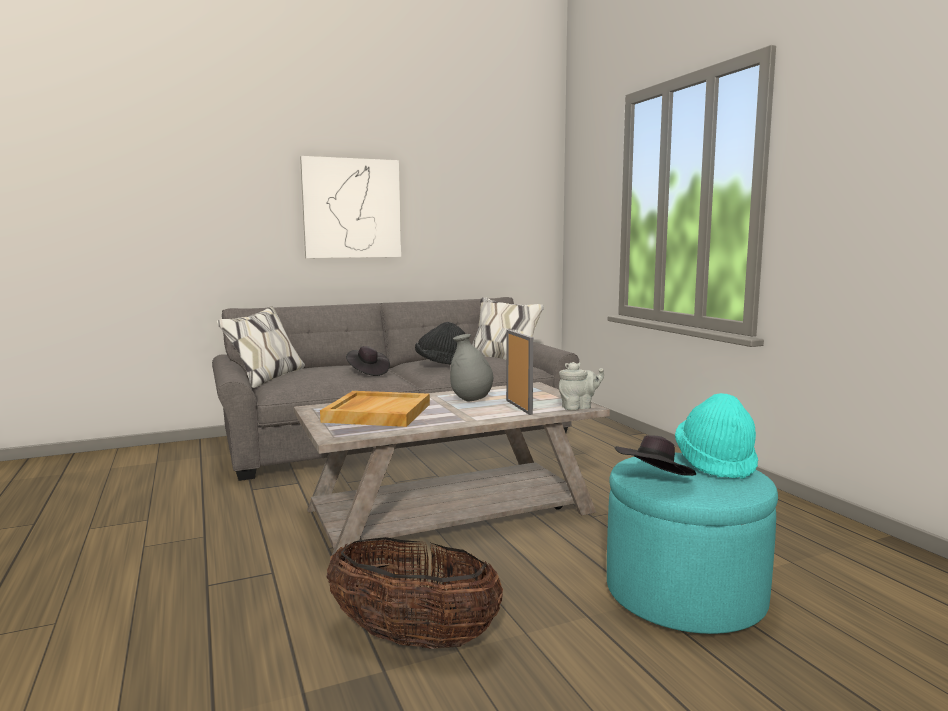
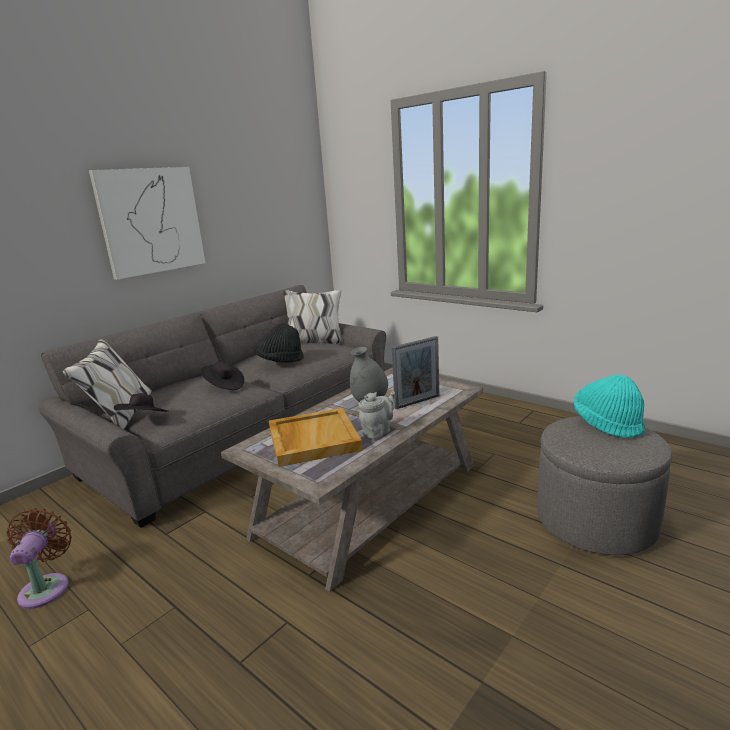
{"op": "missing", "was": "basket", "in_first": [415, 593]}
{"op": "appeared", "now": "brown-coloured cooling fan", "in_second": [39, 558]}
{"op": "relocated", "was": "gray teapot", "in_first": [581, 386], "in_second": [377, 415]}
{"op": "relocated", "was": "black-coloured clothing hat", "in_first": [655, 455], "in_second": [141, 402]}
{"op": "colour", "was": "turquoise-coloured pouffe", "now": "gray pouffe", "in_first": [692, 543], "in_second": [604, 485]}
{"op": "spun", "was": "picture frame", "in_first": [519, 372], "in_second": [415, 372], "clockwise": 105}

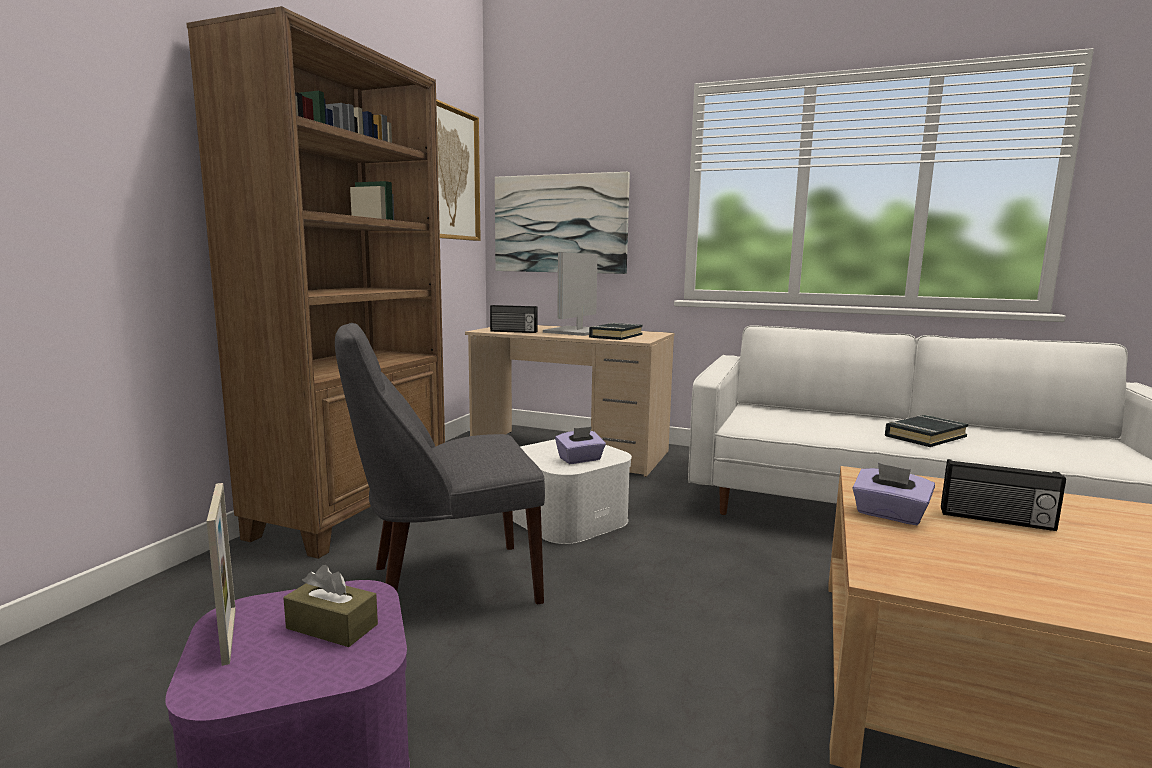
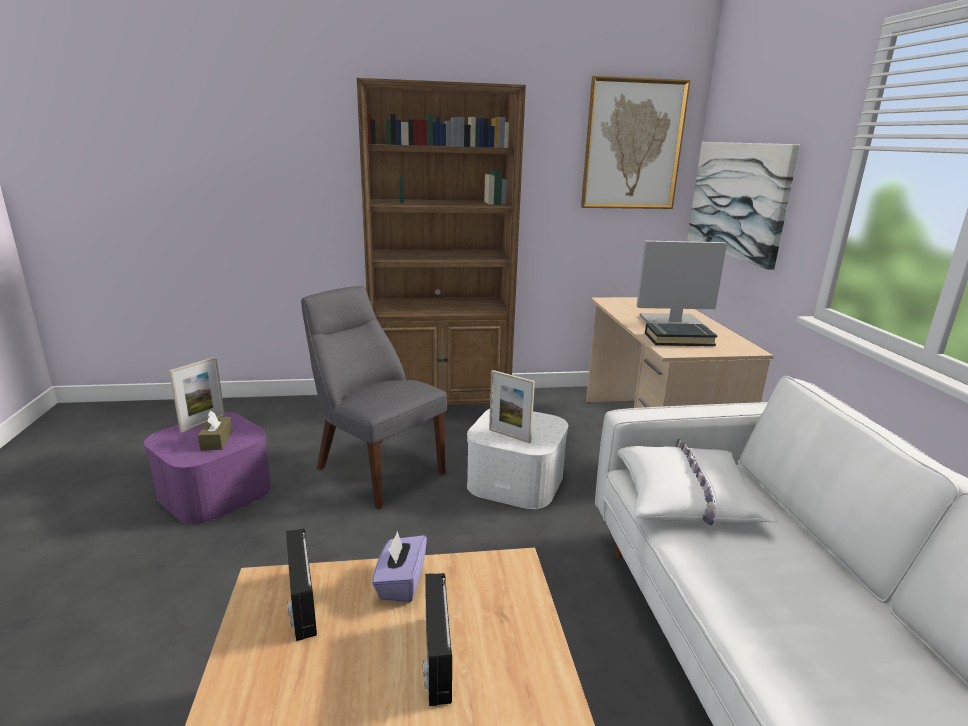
{"op": "missing", "was": "black-coloured volume", "in_first": [927, 431]}
{"op": "appeared", "now": "white-coloured throw pillow", "in_second": [697, 482]}
{"op": "relocated", "was": "radio set", "in_first": [514, 319], "in_second": [301, 584]}
{"op": "exchanged", "was": "purple tissue box", "now": "picture frame", "in_first": [580, 445], "in_second": [512, 406]}

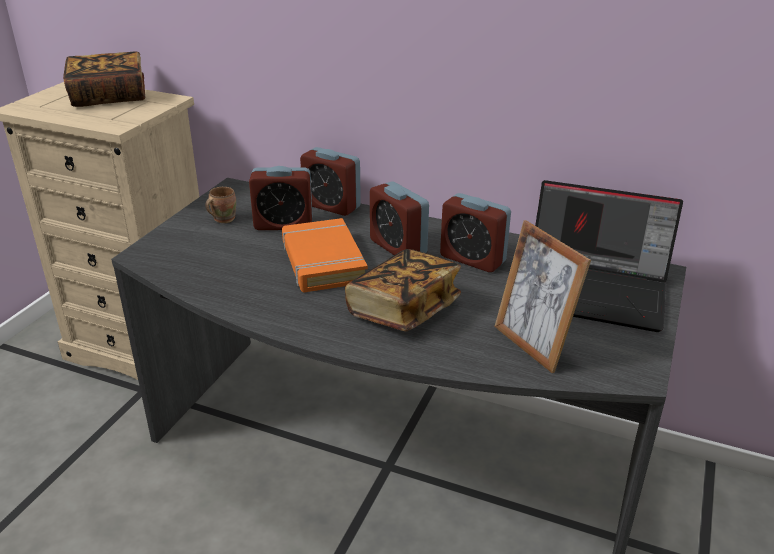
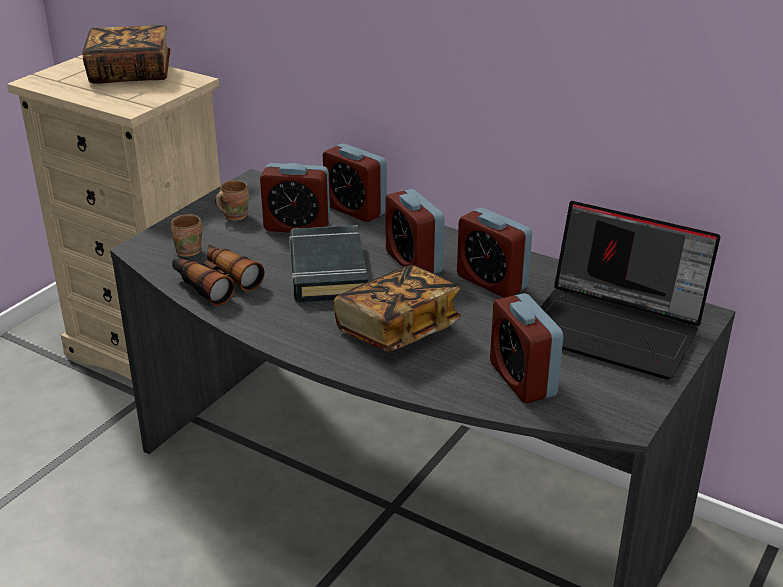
{"op": "appeared", "now": "brown-coloured mug", "in_second": [187, 235]}
{"op": "appeared", "now": "binoculars", "in_second": [218, 275]}
{"op": "exchanged", "was": "picture frame", "now": "table clock", "in_first": [542, 296], "in_second": [527, 348]}
{"op": "colour", "was": "orangey volume", "now": "black-coloured volume", "in_first": [325, 255], "in_second": [328, 263]}

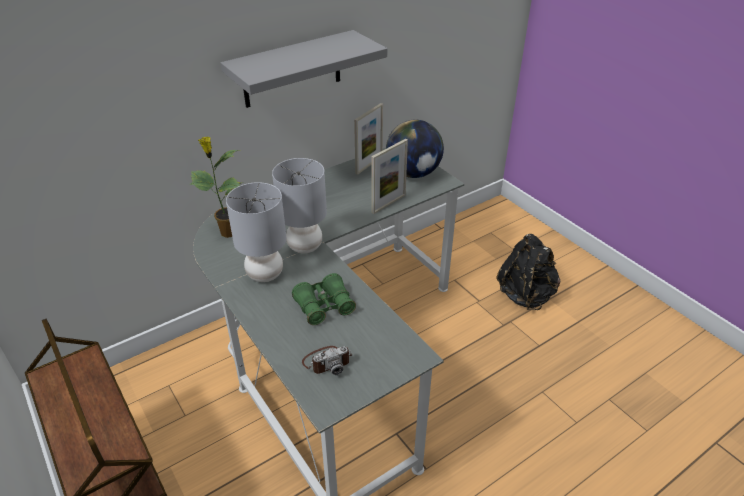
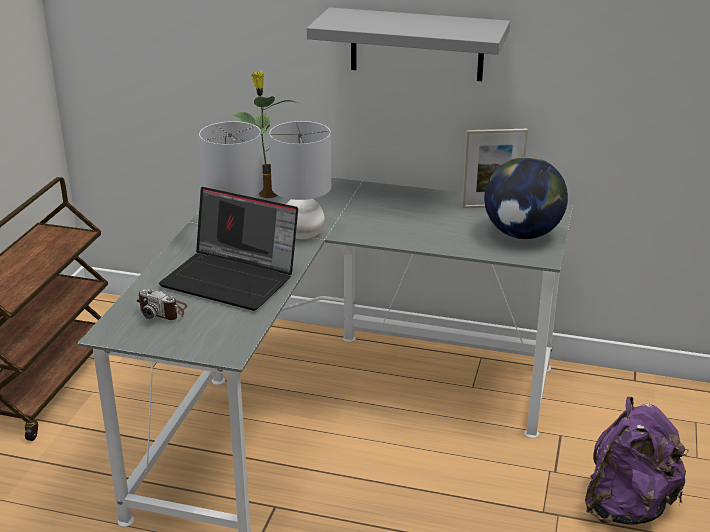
{"op": "missing", "was": "picture frame", "in_first": [390, 176]}
{"op": "exchanged", "was": "green binoculars", "now": "portable computer", "in_first": [324, 299], "in_second": [228, 249]}
{"op": "colour", "was": "black-coloured rucksack", "now": "purple rucksack", "in_first": [528, 272], "in_second": [637, 461]}

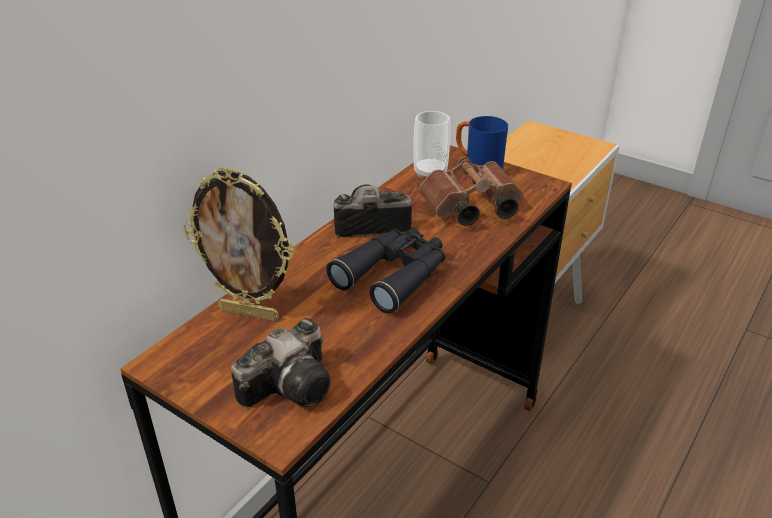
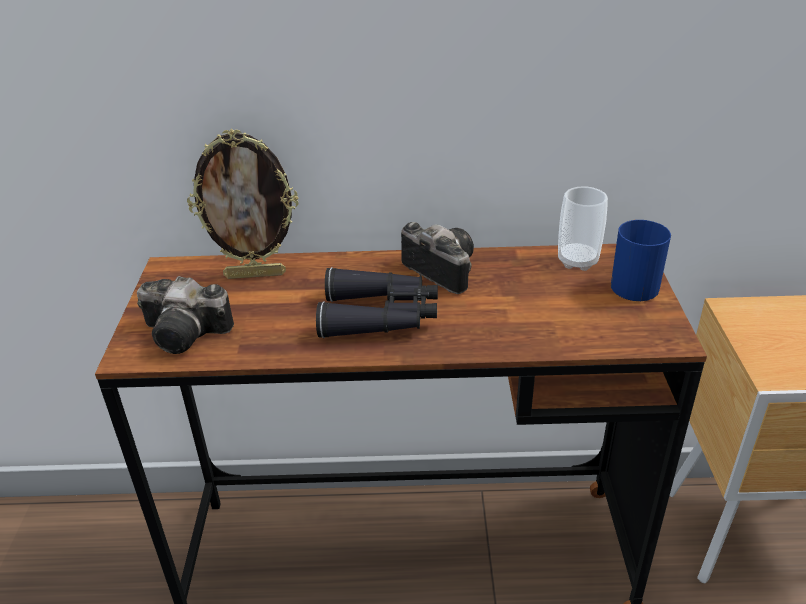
{"op": "missing", "was": "brown-coloured binoculars", "in_first": [471, 191]}
{"op": "spun", "was": "picture frame", "in_first": [238, 244], "in_second": [242, 204], "clockwise": -75}

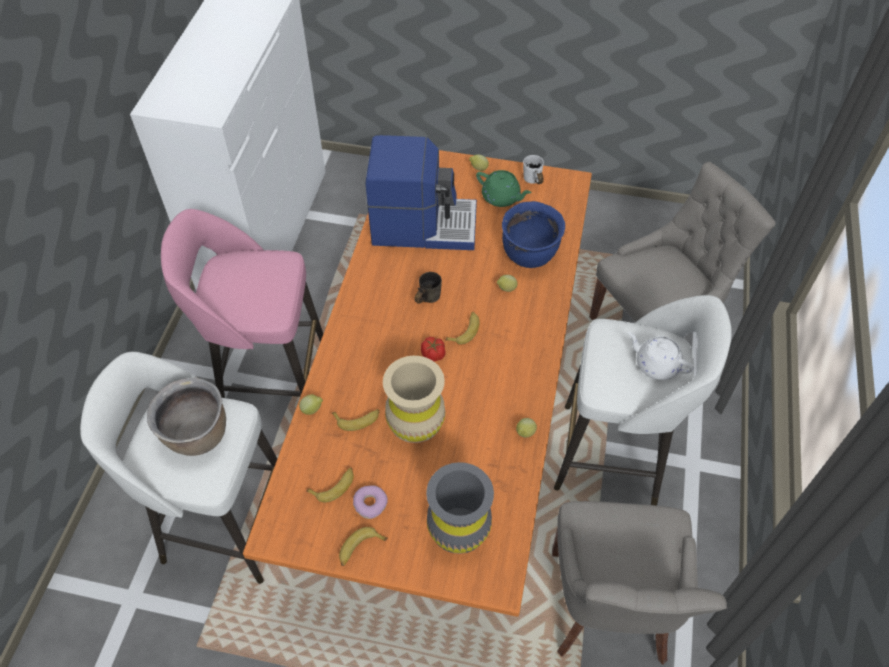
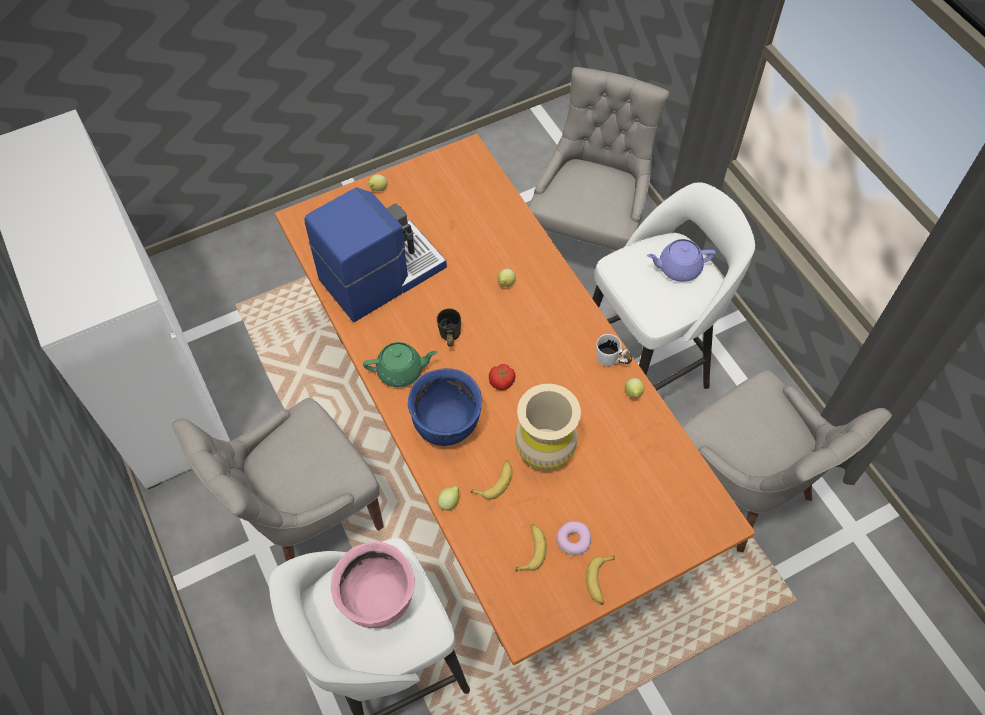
{"op": "missing", "was": "gray vase", "in_first": [460, 508]}
{"op": "missing", "was": "banana fruit", "in_first": [462, 328]}
{"op": "relocated", "was": "green teapot", "in_first": [504, 188], "in_second": [400, 364]}
{"op": "relocated", "was": "bluish saucepot", "in_first": [533, 234], "in_second": [445, 407]}
{"op": "relocated", "was": "white-coloured mug", "in_first": [533, 169], "in_second": [614, 350]}
{"op": "exchanged", "was": "pink-coloured sitting stool", "now": "gray upright chair", "in_first": [242, 303], "in_second": [278, 479]}
{"op": "colour", "was": "brown-coloured saucepot", "now": "pink-coloured saucepot", "in_first": [186, 417], "in_second": [373, 585]}
{"op": "colour", "was": "white-coloured teapot", "now": "purple teapot", "in_first": [660, 356], "in_second": [681, 260]}

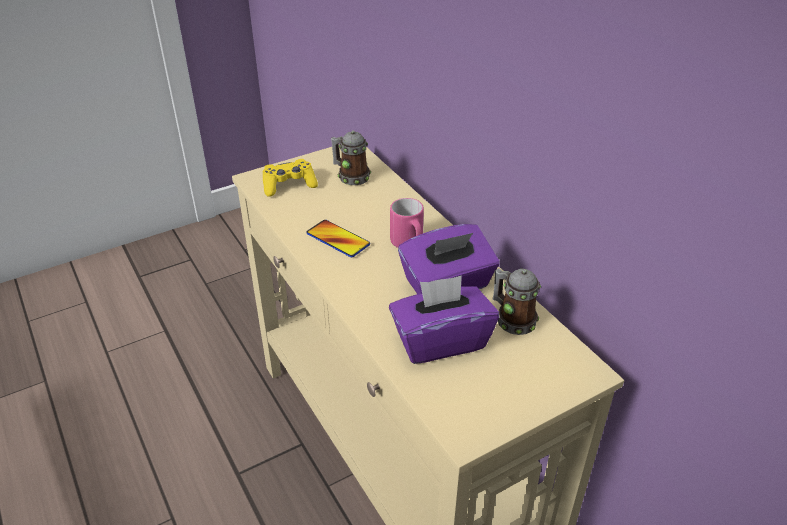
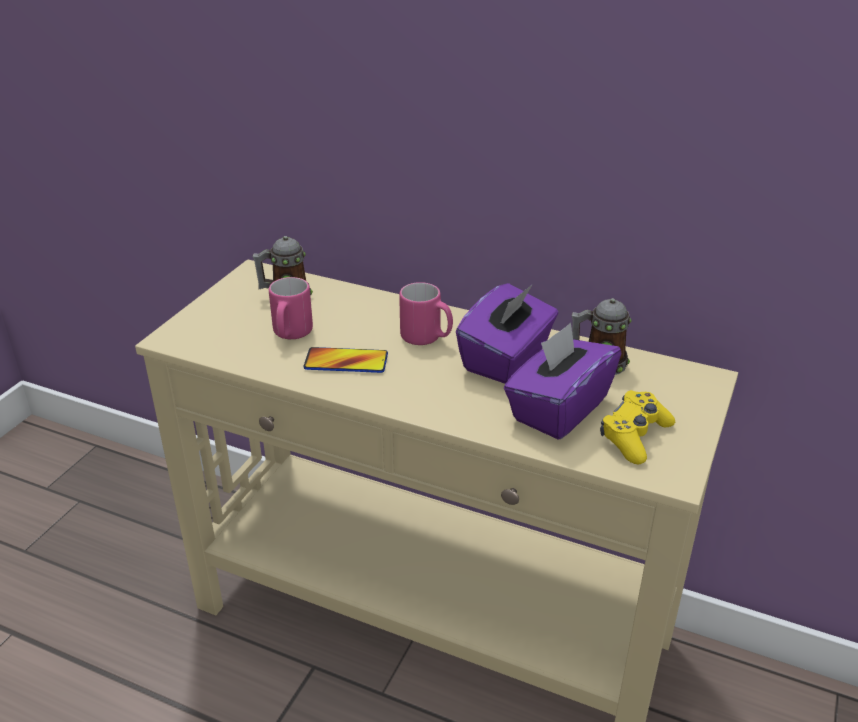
{"op": "appeared", "now": "pink-coloured mug", "in_second": [291, 308]}
{"op": "relocated", "was": "yellow joypad", "in_first": [290, 178], "in_second": [637, 427]}

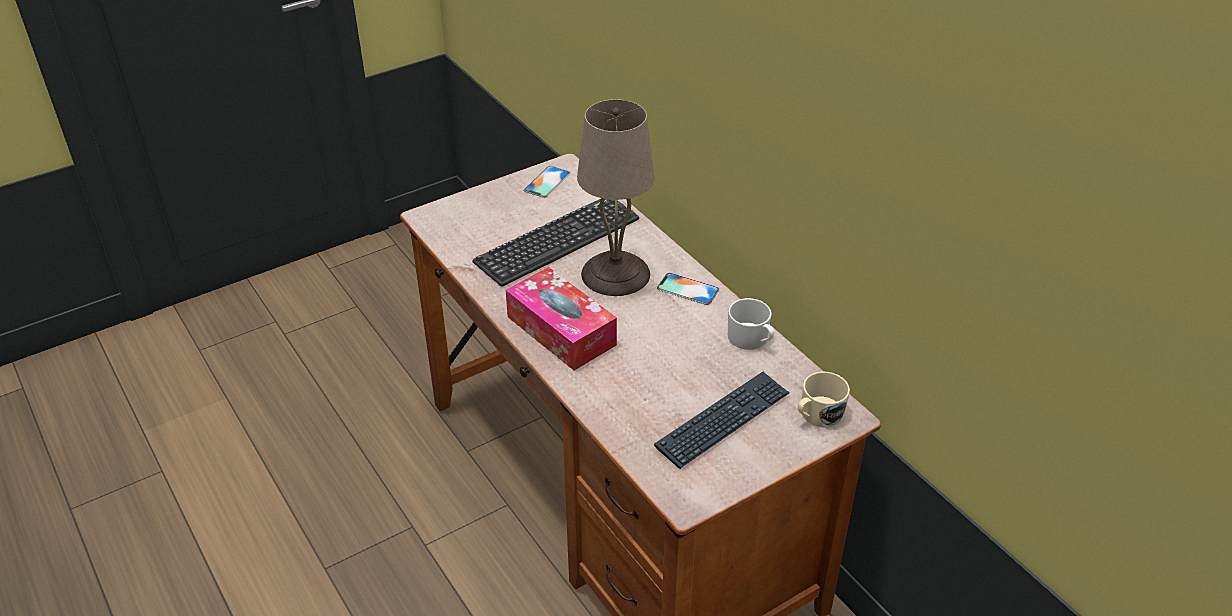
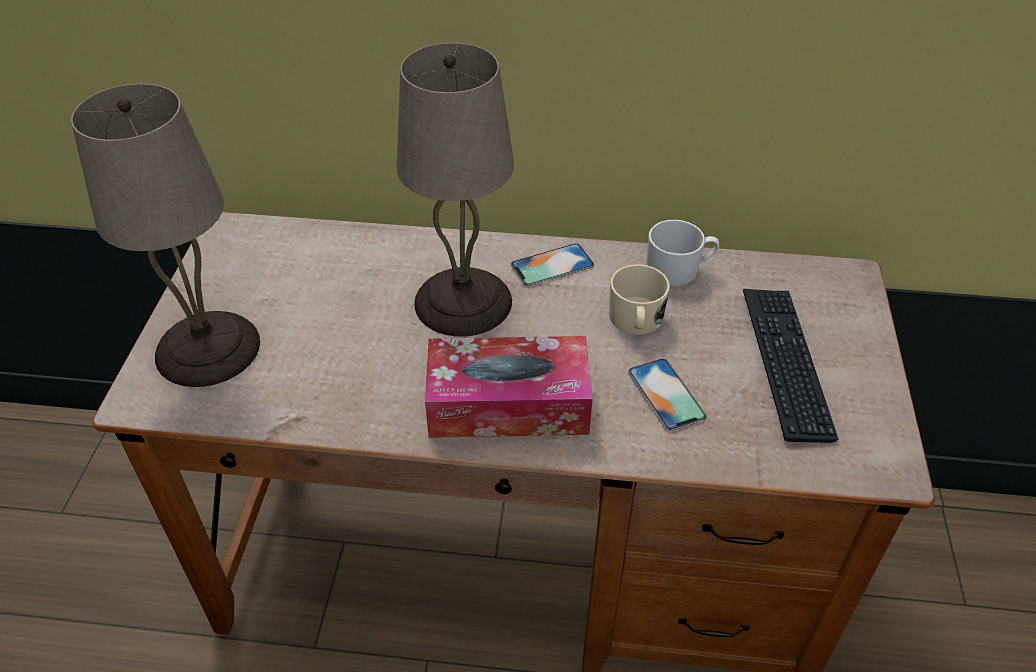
{"op": "missing", "was": "PC keyboard", "in_first": [556, 243]}
{"op": "appeared", "now": "beige-coloured tabletop lamp", "in_second": [165, 235]}
{"op": "relocated", "was": "handset", "in_first": [547, 182], "in_second": [667, 395]}
{"op": "relocated", "was": "beige-coloured mug", "in_first": [824, 399], "in_second": [639, 299]}

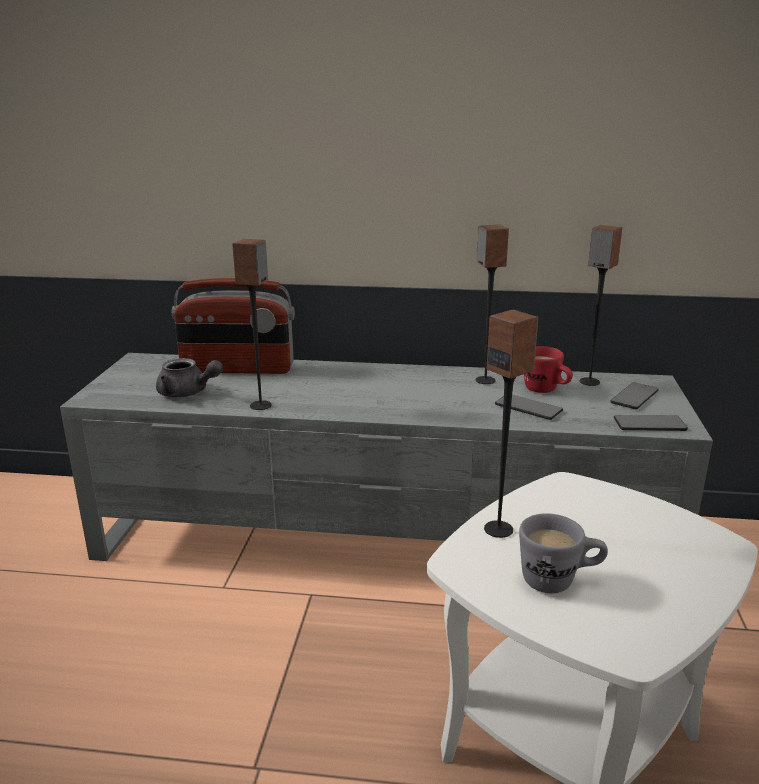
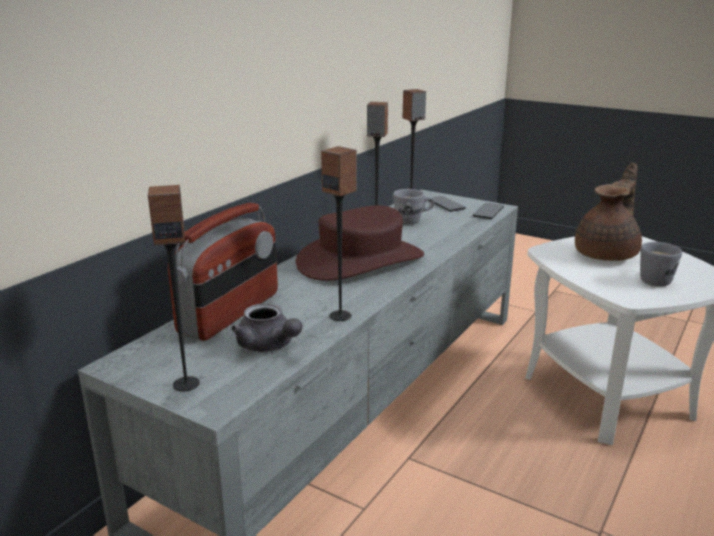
{"op": "missing", "was": "handset", "in_first": [529, 407]}
{"op": "appeared", "now": "brown-coloured clothing hat", "in_second": [360, 243]}
{"op": "appeared", "now": "brown-coloured teapot", "in_second": [608, 212]}
{"op": "relocated", "was": "speaker", "in_first": [511, 424], "in_second": [174, 288]}
{"op": "colour", "was": "red mug", "now": "gray mug", "in_first": [548, 369], "in_second": [414, 206]}
{"op": "spun", "was": "gray teapot", "in_first": [189, 378], "in_second": [266, 327], "clockwise": 90}

